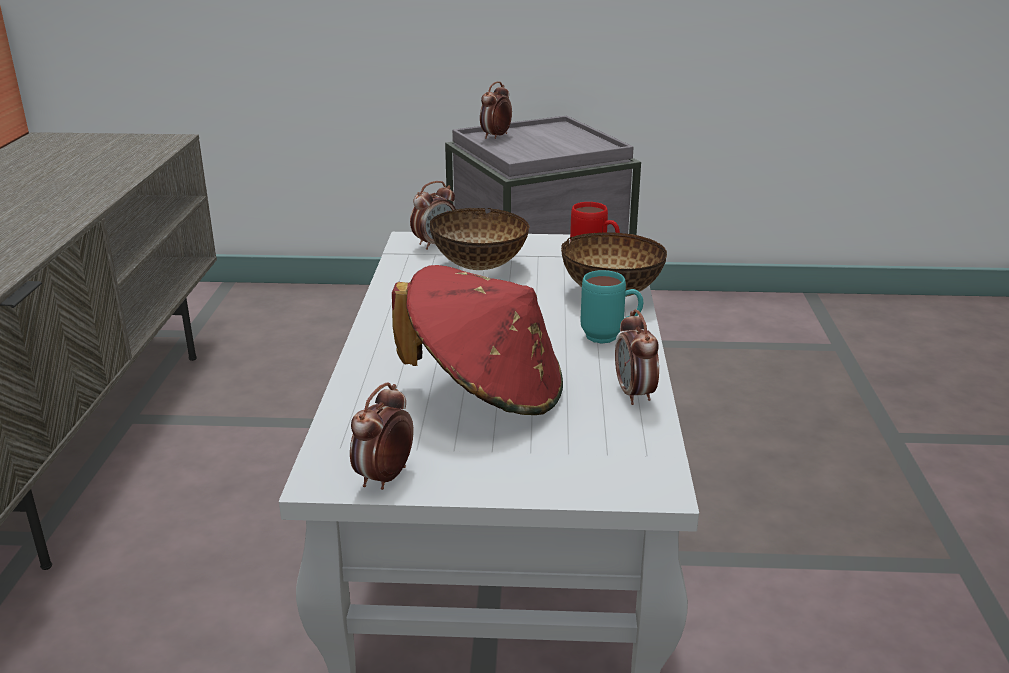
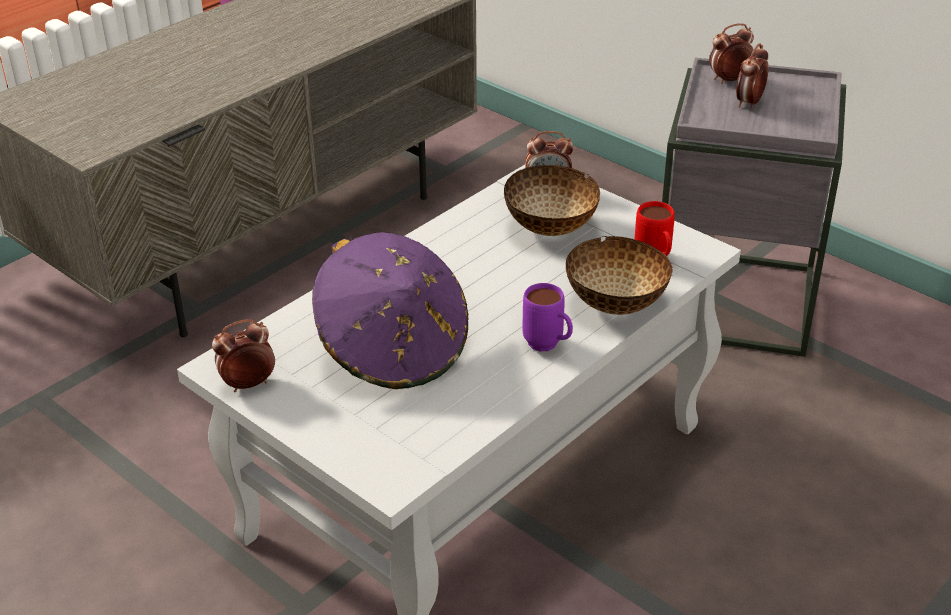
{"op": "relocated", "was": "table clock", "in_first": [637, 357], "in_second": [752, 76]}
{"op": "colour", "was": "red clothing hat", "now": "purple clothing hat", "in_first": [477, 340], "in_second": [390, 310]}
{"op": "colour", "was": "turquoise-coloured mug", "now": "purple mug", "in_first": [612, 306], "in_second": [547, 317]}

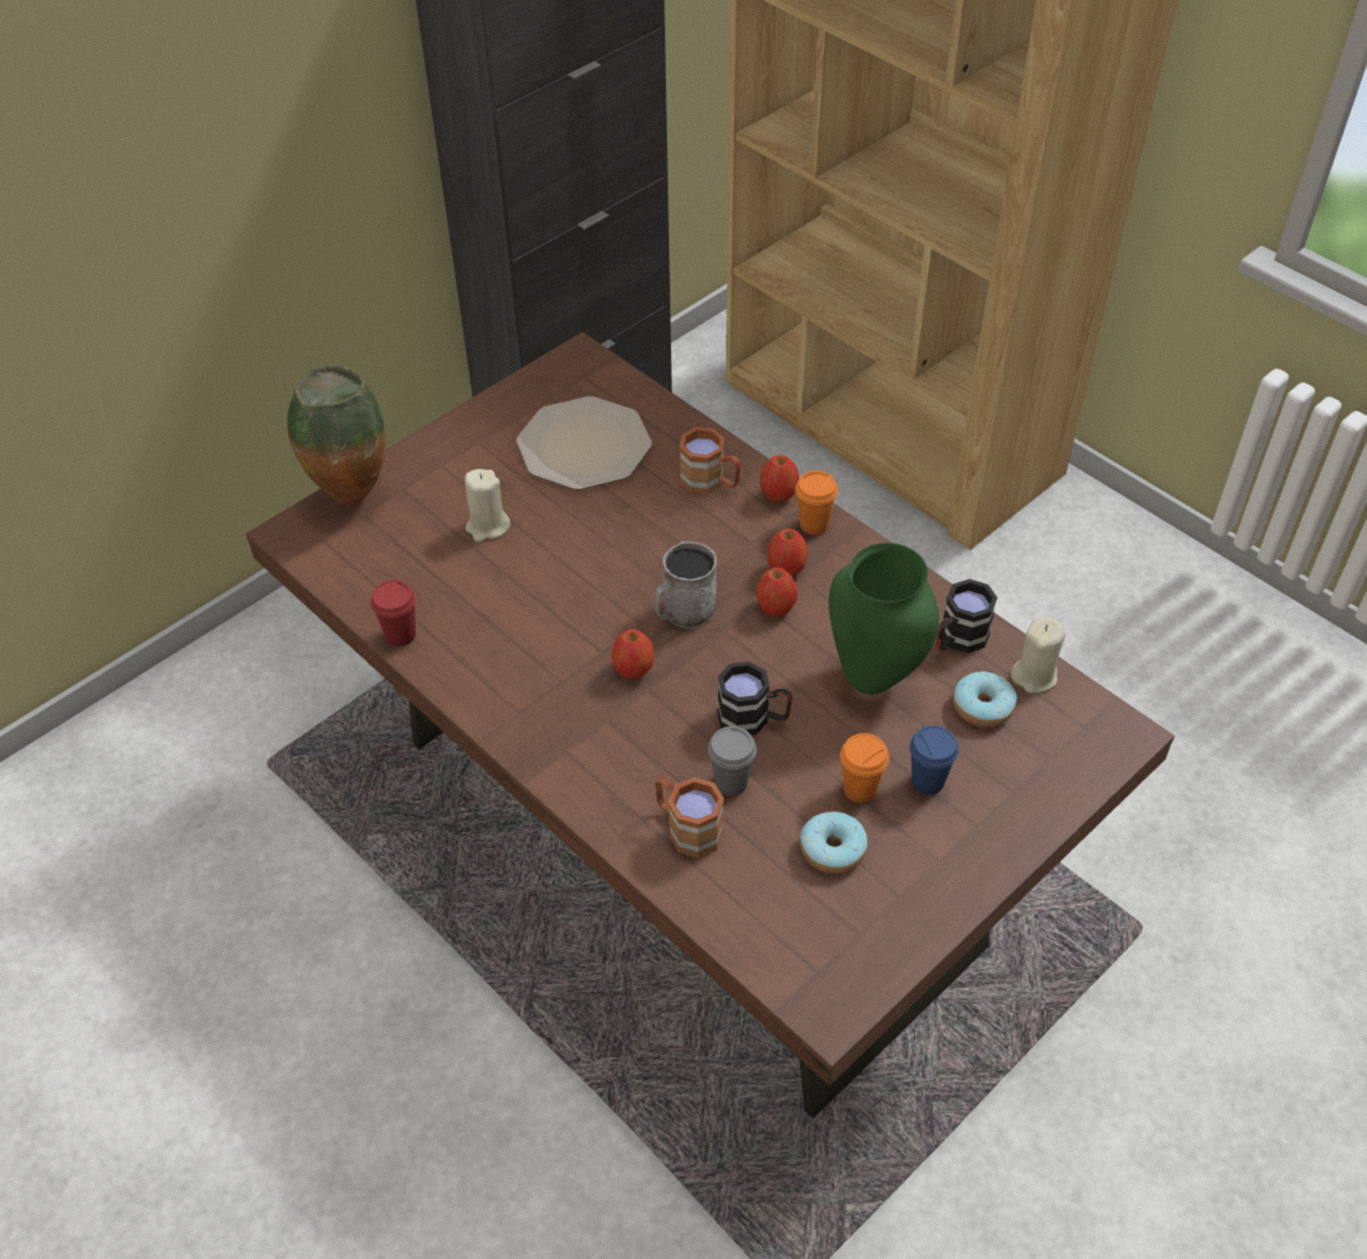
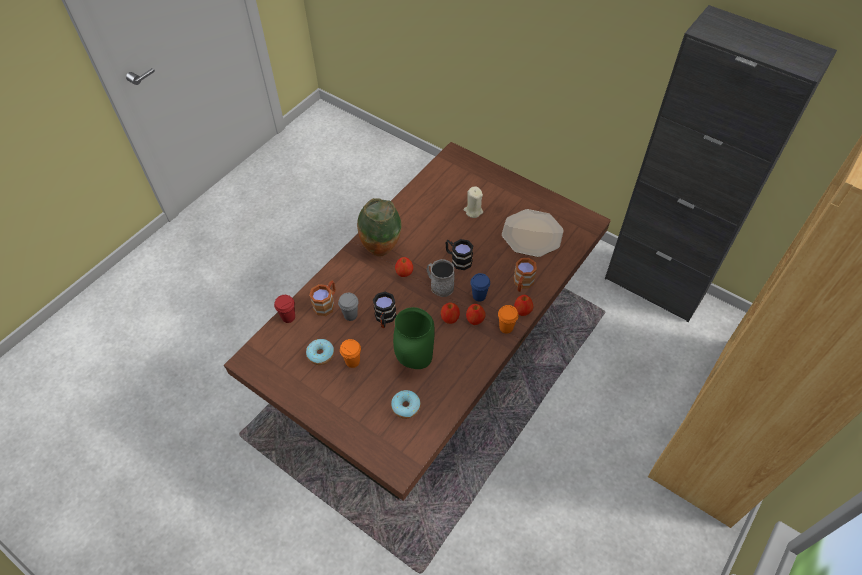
{"op": "missing", "was": "beige-coloured wax light", "in_first": [1037, 654]}
{"op": "relocated", "was": "vase", "in_first": [336, 435], "in_second": [379, 227]}
{"op": "relocated", "was": "red small cup", "in_first": [393, 613], "in_second": [284, 309]}
{"op": "relocated", "was": "bluish small cup", "in_first": [934, 760], "in_second": [480, 287]}
{"op": "relocated", "was": "black-coloured mug", "in_first": [966, 616], "in_second": [459, 254]}

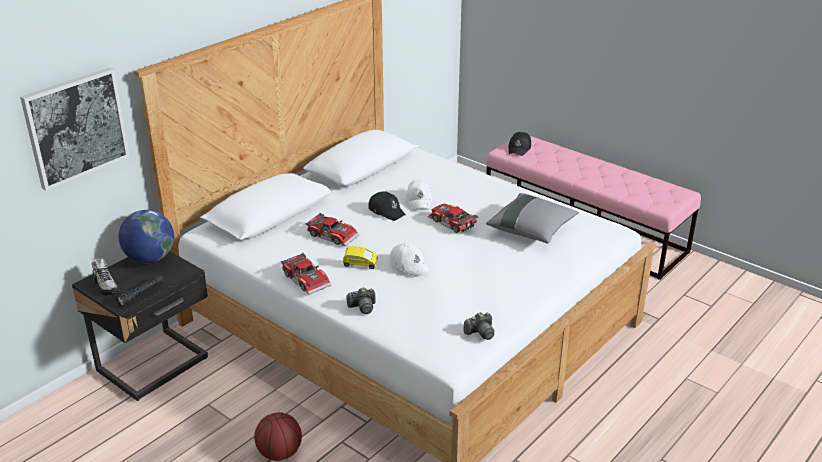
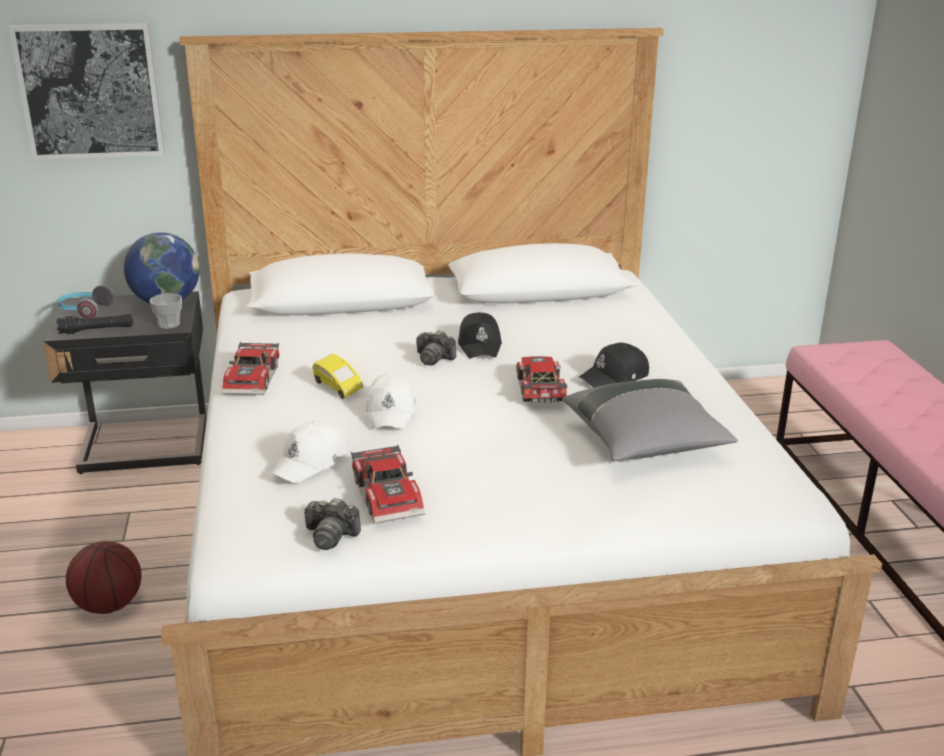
{"op": "appeared", "now": "small cup", "in_second": [165, 311]}
{"op": "relocated", "was": "model car", "in_first": [332, 229], "in_second": [388, 484]}
{"op": "relocated", "was": "still camera", "in_first": [361, 300], "in_second": [436, 348]}
{"op": "relocated", "was": "white-coloured cap", "in_first": [419, 194], "in_second": [309, 452]}
{"op": "relocated", "was": "black-coloured cap", "in_first": [519, 144], "in_second": [614, 365]}
{"op": "exchanged", "was": "shoe", "now": "pair of headphones", "in_first": [106, 277], "in_second": [85, 301]}

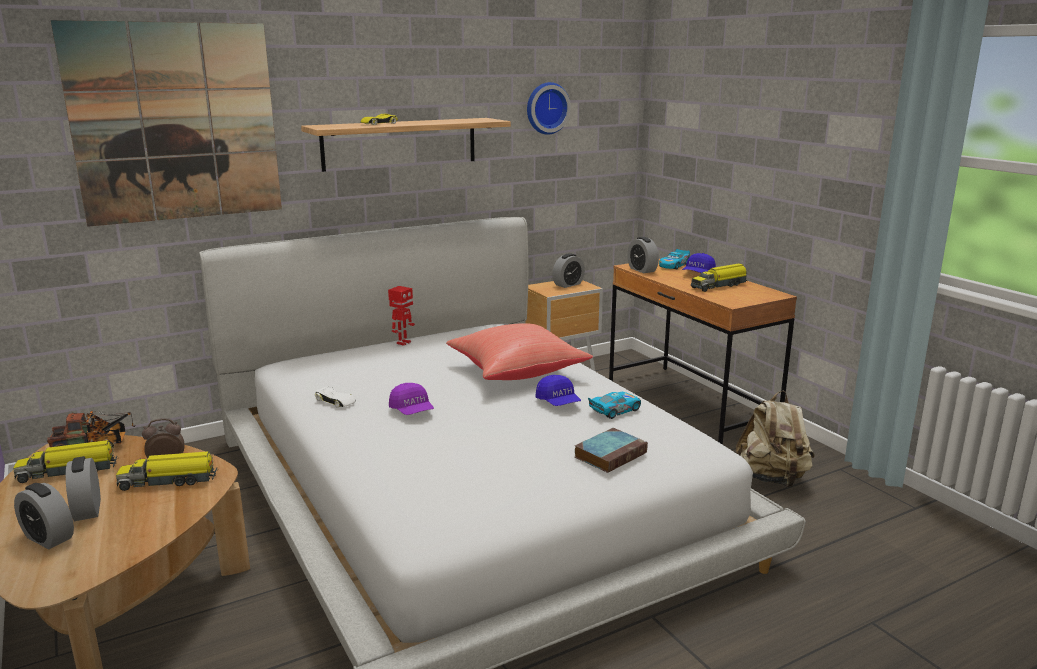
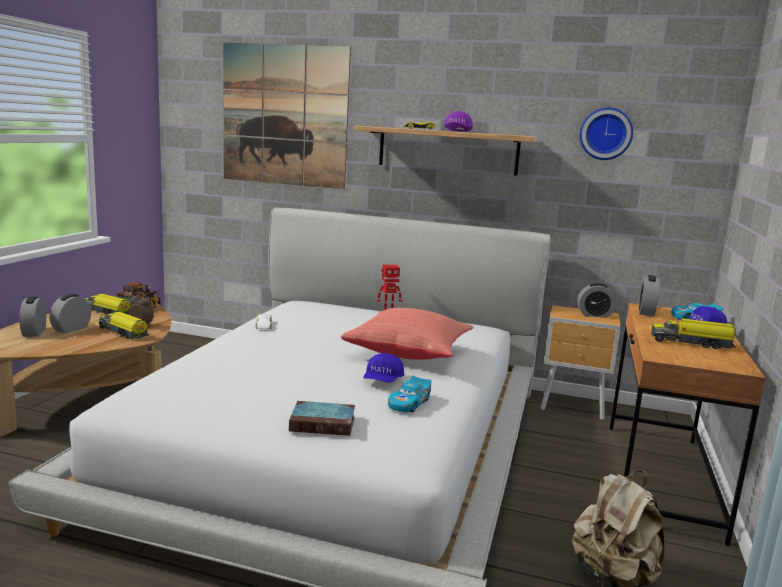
{"op": "relocated", "was": "purple cap", "in_first": [411, 399], "in_second": [458, 121]}
{"op": "spun", "was": "model car", "in_first": [614, 405], "in_second": [409, 394], "clockwise": 105}

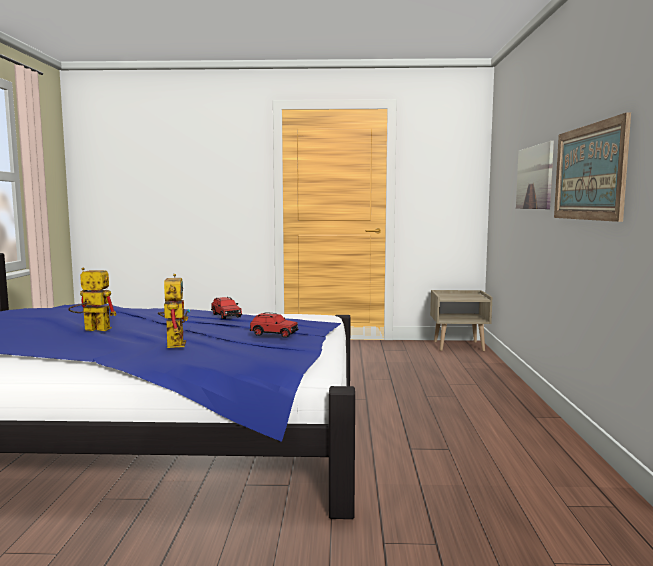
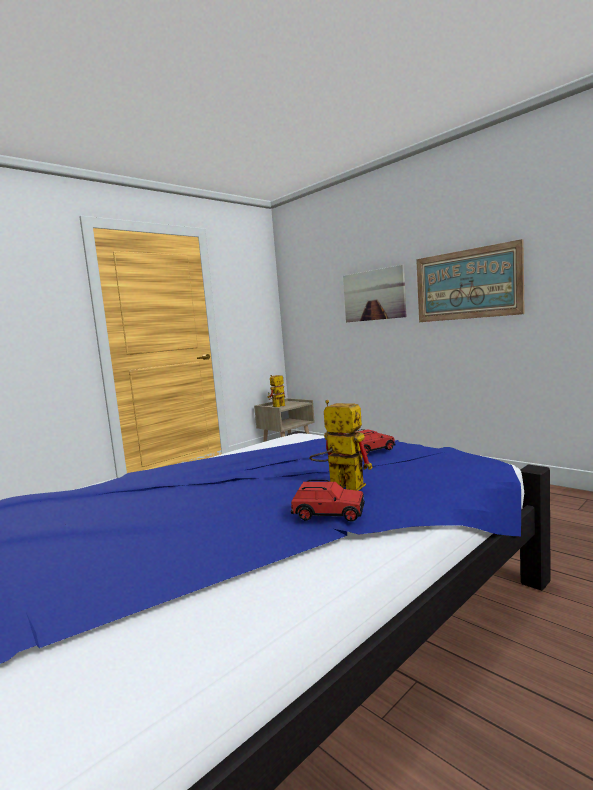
{"op": "relocated", "was": "model robot", "in_first": [92, 299], "in_second": [276, 391]}
{"op": "relocated", "was": "red model car", "in_first": [226, 308], "in_second": [327, 501]}

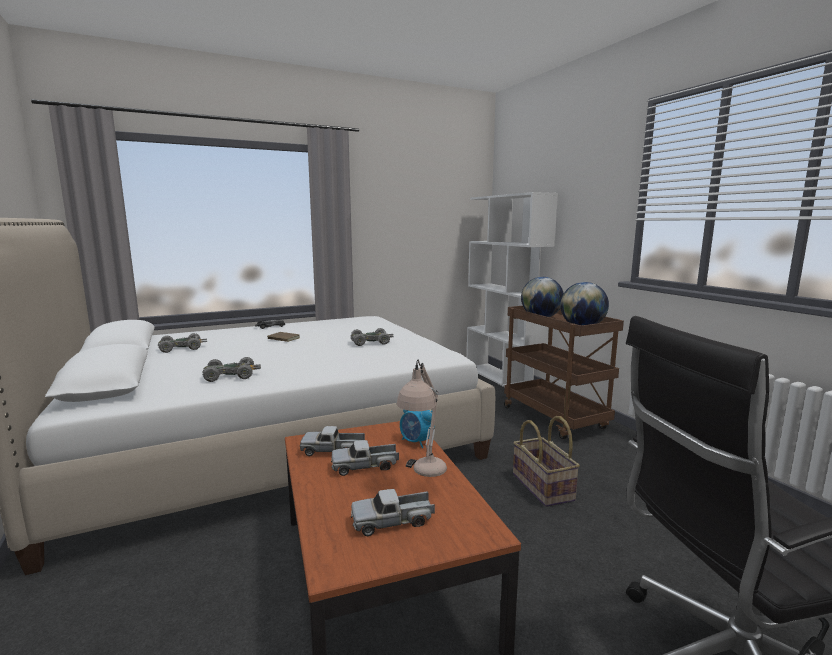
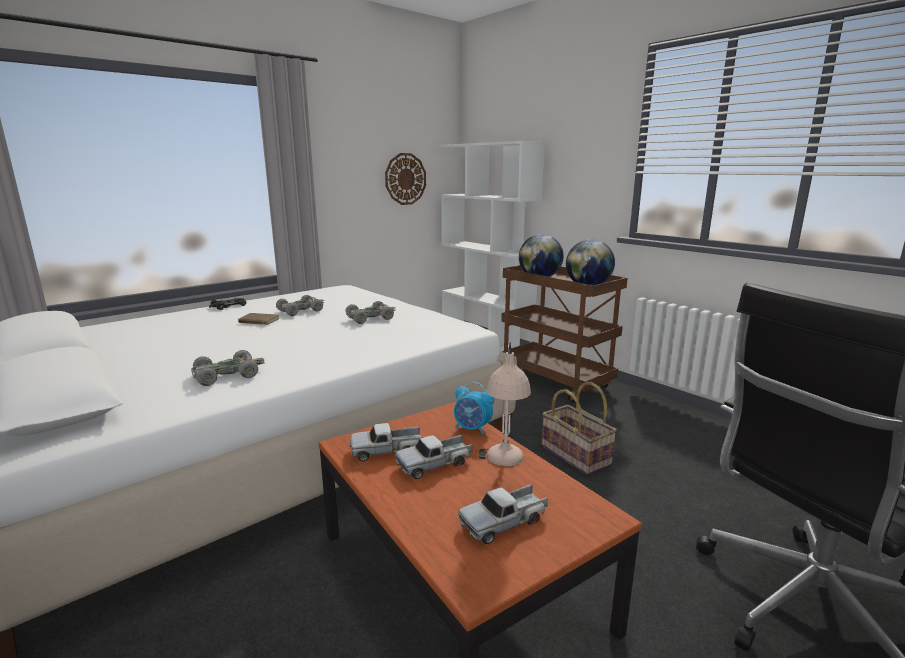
{"op": "appeared", "now": "clock on the wall", "in_second": [405, 179]}
{"op": "relocated", "was": "gray model car", "in_first": [182, 343], "in_second": [300, 305]}

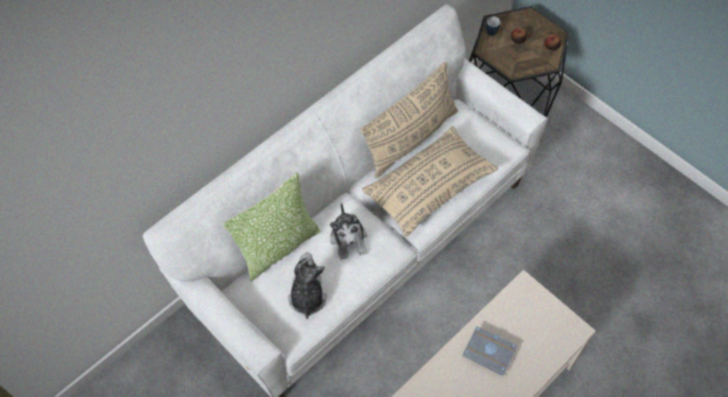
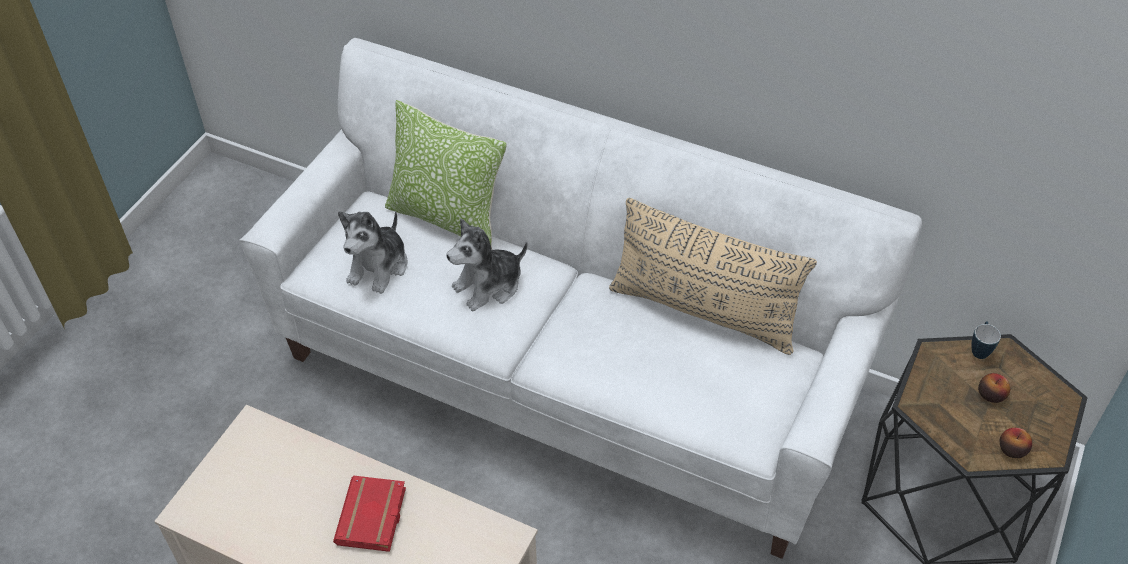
{"op": "missing", "was": "beige-coloured throw pillow", "in_first": [430, 181]}
{"op": "colour", "was": "gray volume", "now": "red volume", "in_first": [490, 351], "in_second": [369, 514]}
{"op": "spun", "was": "soft toy", "in_first": [307, 285], "in_second": [373, 252], "clockwise": 135}

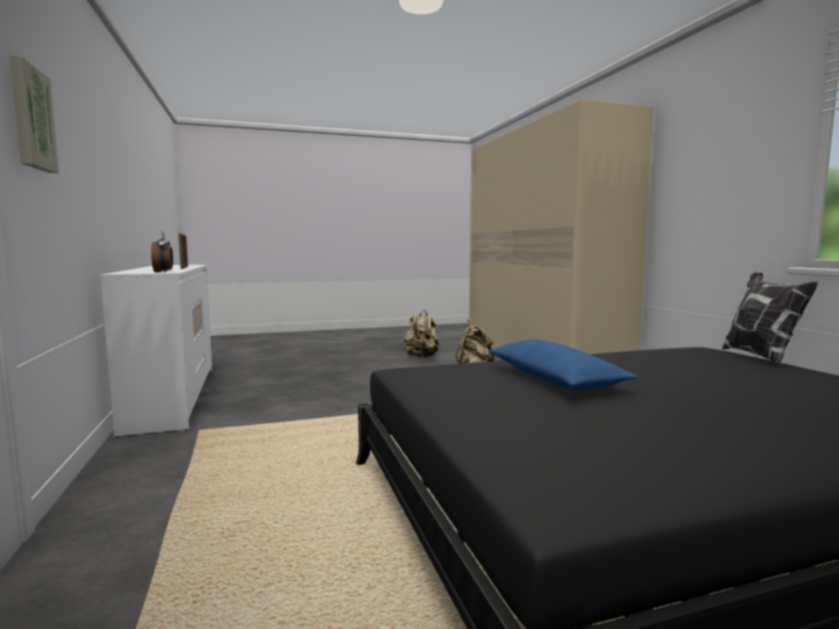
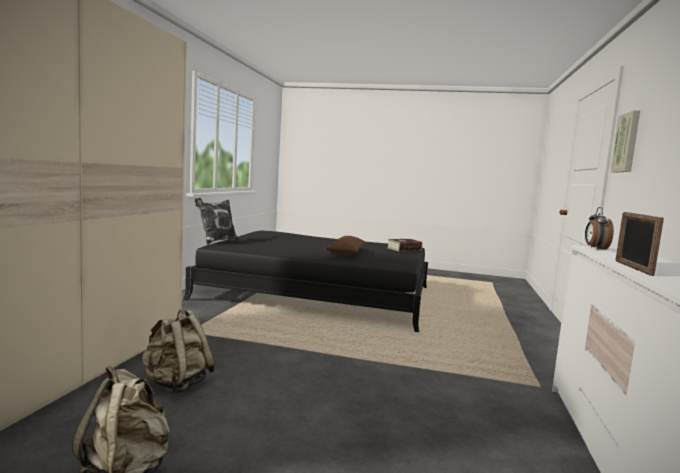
{"op": "appeared", "now": "volume", "in_second": [404, 245]}
{"op": "colour", "was": "bluish throw pillow", "now": "brown-coloured throw pillow", "in_first": [563, 365], "in_second": [345, 245]}

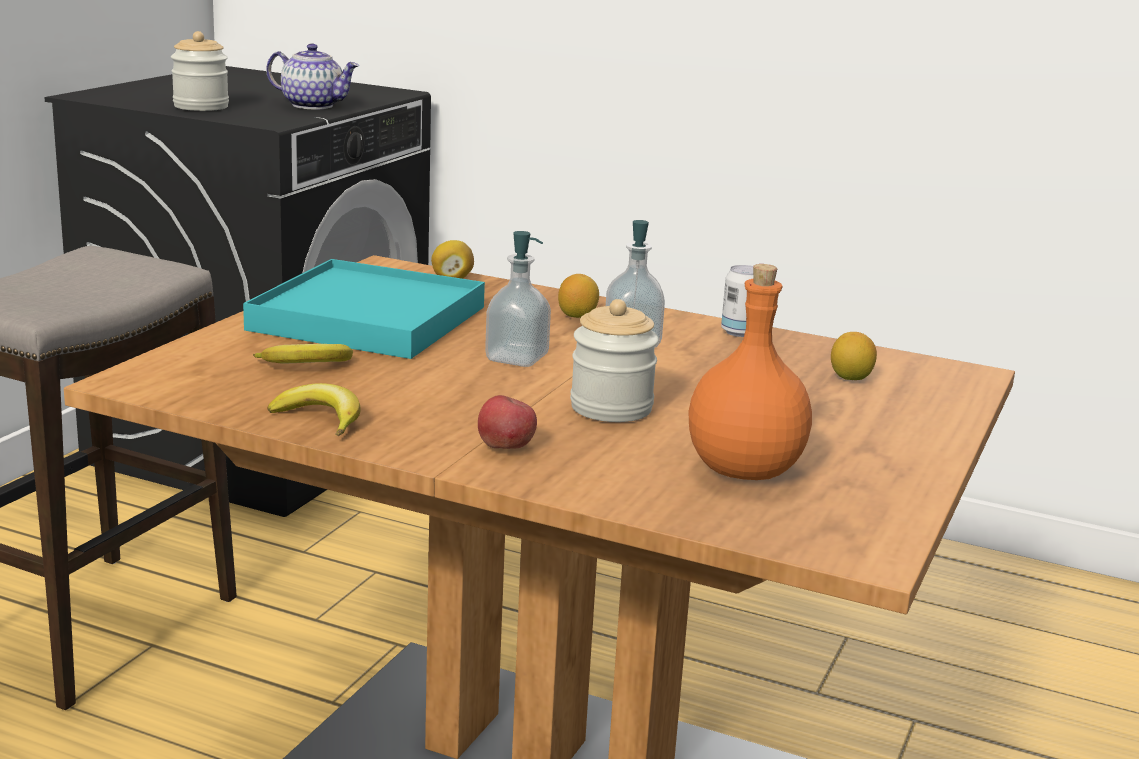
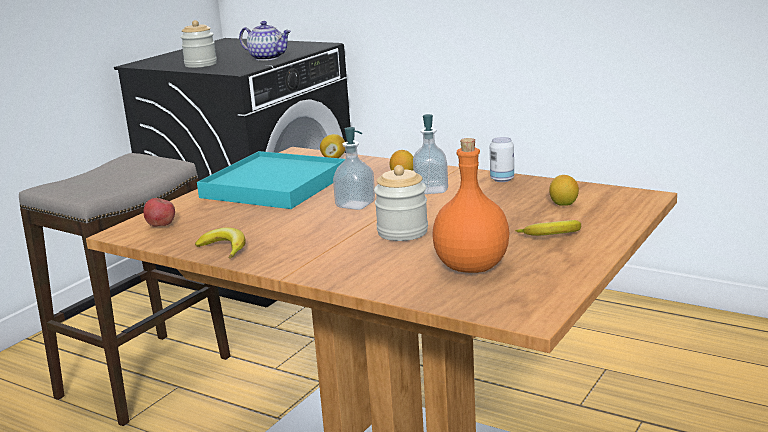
{"op": "relocated", "was": "banana fruit", "in_first": [303, 353], "in_second": [548, 228]}
{"op": "relocated", "was": "whole apple", "in_first": [507, 422], "in_second": [159, 212]}

